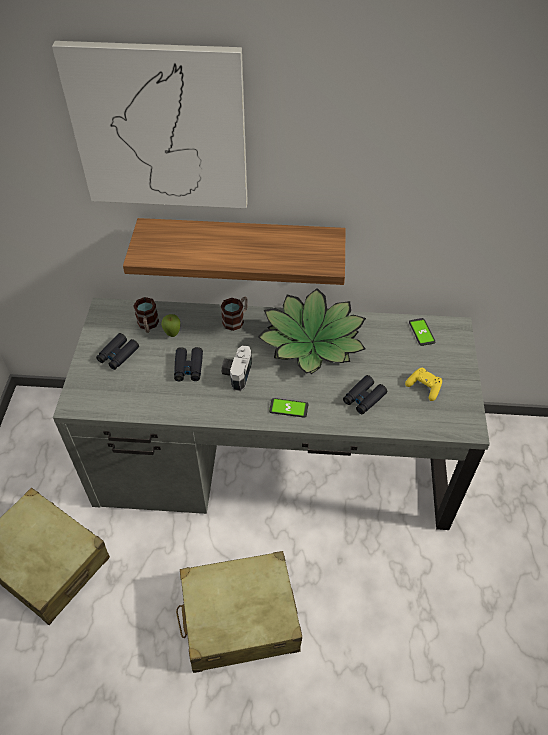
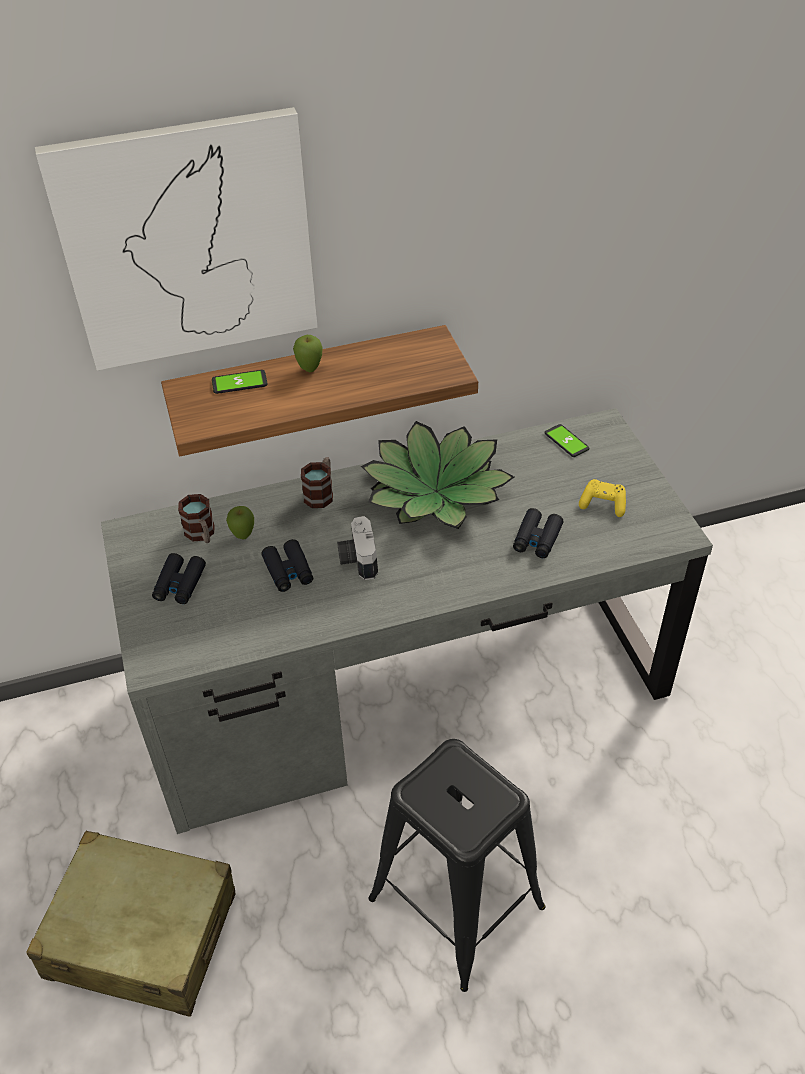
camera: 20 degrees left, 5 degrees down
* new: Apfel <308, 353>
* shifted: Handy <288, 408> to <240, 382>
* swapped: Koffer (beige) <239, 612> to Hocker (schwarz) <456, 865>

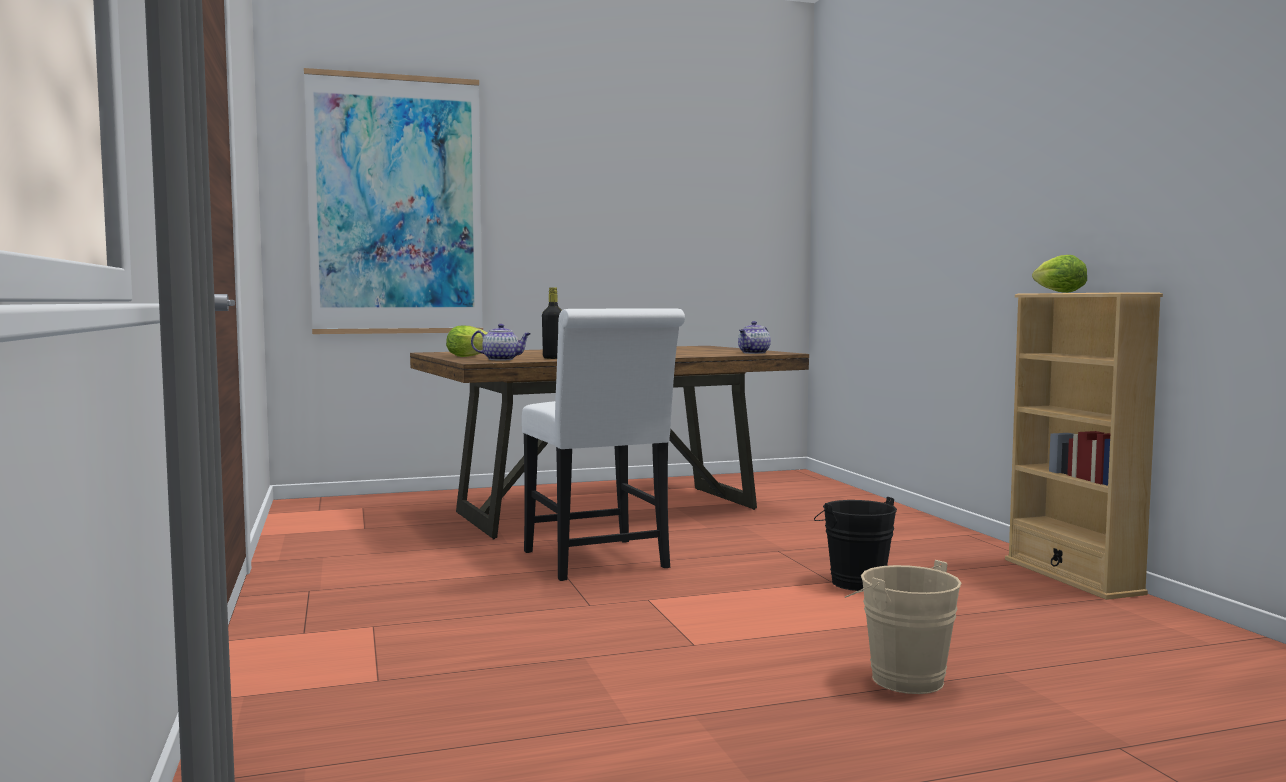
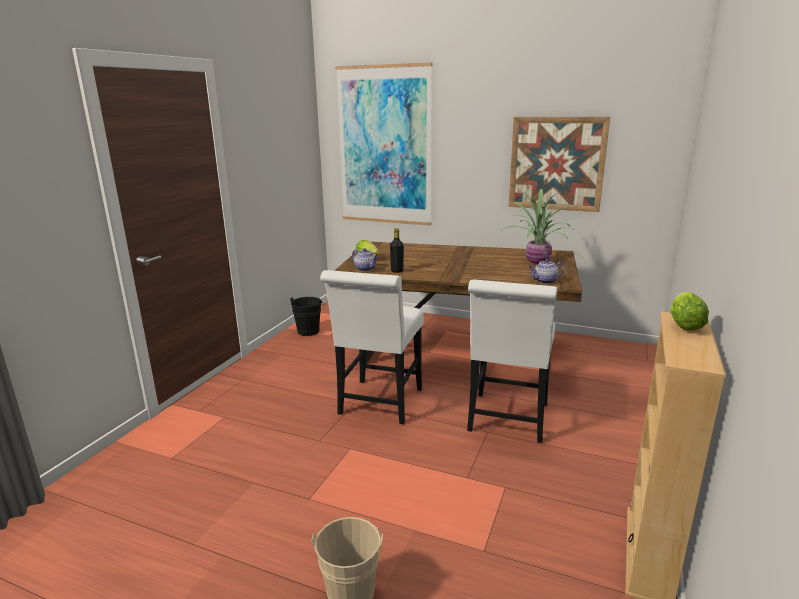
camera: 40 degrees right, 15 degrees up
* new: Stuhl (weiß) <512, 361>
* new: Topfpflanze <537, 226>
* new: Bild <559, 164>
* shifted: Eimer (schwarz) <855, 544> to <307, 316>

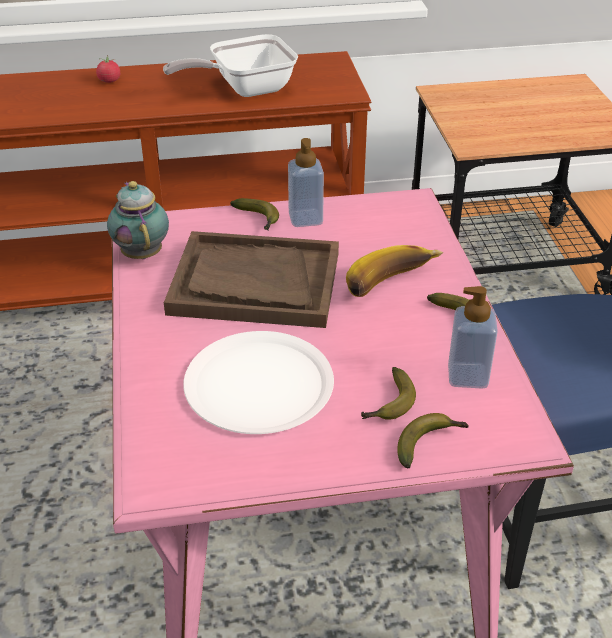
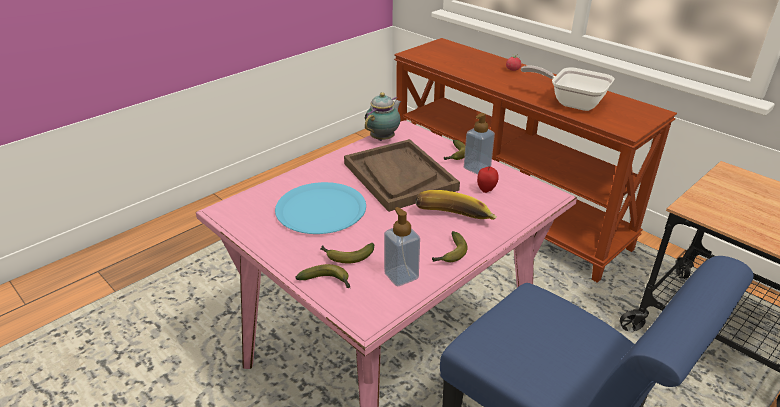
camera: 55 degrees right, 5 degrees down
* new: Apfel <488, 180>
* repainted: Teller (weiß) <258, 382> to Teller (blau) <320, 208>

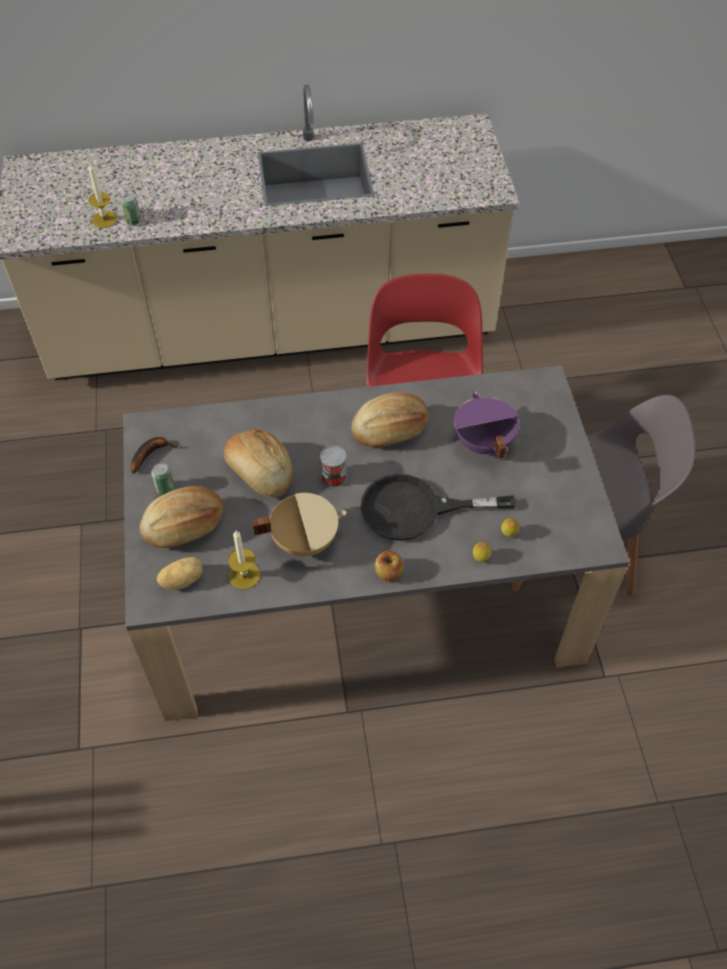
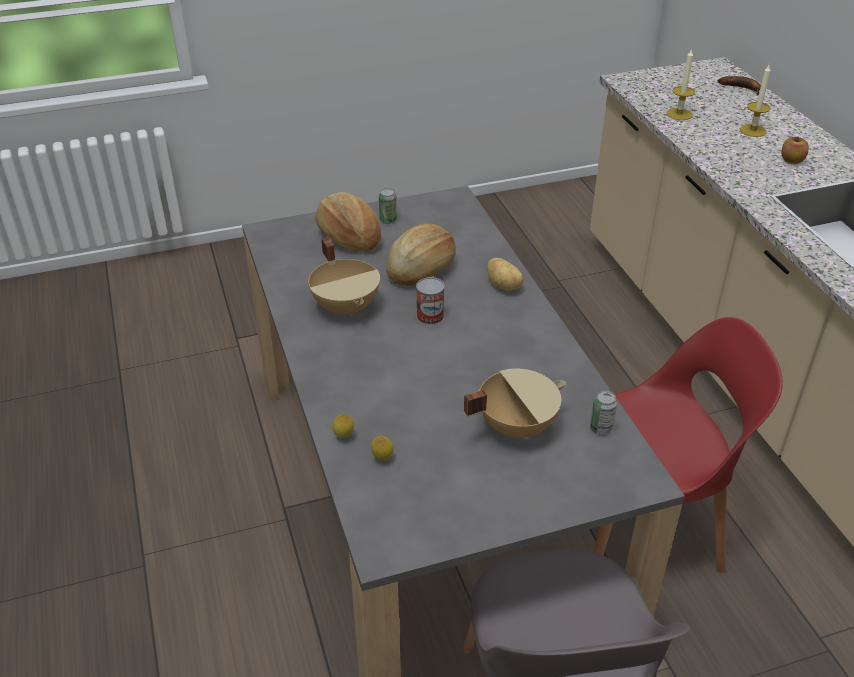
camera: 80 degrees right, 15 degrees down
* gone: Brot <390, 419>
* gone: Pfanne (schwarz) <438, 507>
* shifted: Dose <131, 209> to <603, 413>
* shifted: Banane <154, 455> to <739, 86>
* shifted: Kartoffel <179, 573> to <505, 274>
* shifted: Kerze <244, 560> to <755, 101>
* shifted: Apfel <389, 566> to <795, 150>
* repainted: Kochtopf (lila) <486, 425> to Kochtopf (beige) <515, 404>

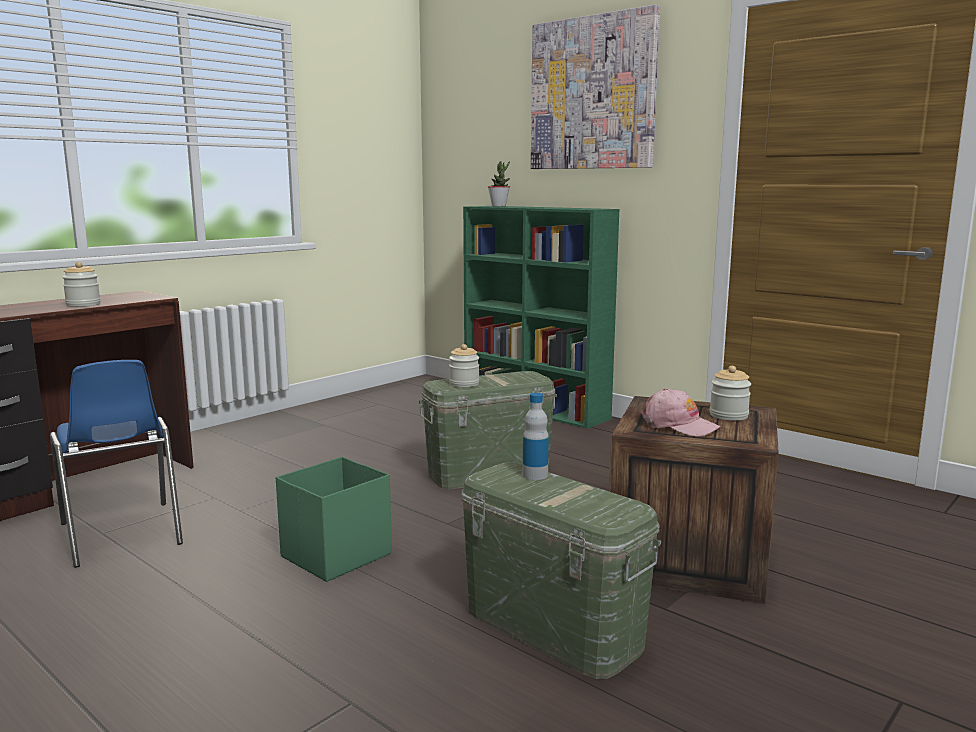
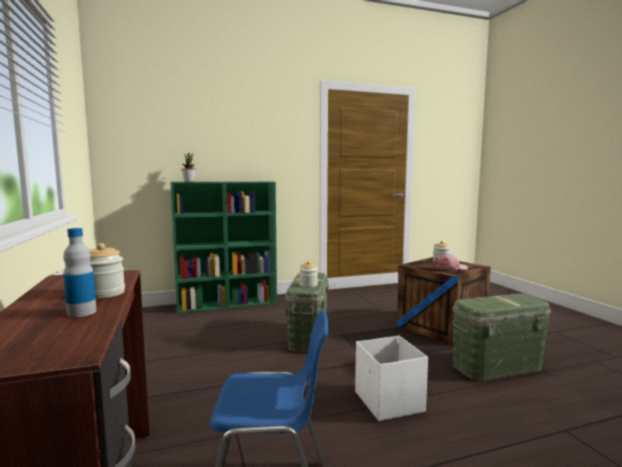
camera: 60 degrees left, 5 degrees down
* gone: Bild <595, 86>
* shifted: Flasche <536, 436> to <79, 272>
* repainted: Aufbewahrungsbox (grün) <334, 519> to Aufbewahrungsbox (weiß) <391, 378>

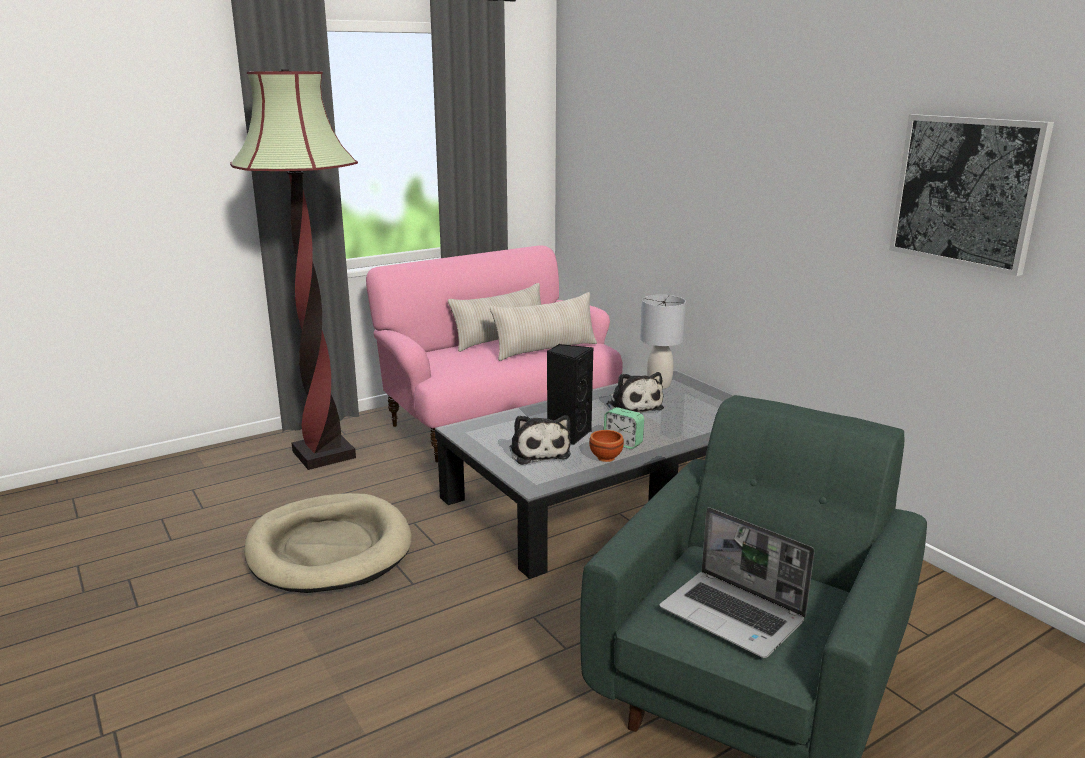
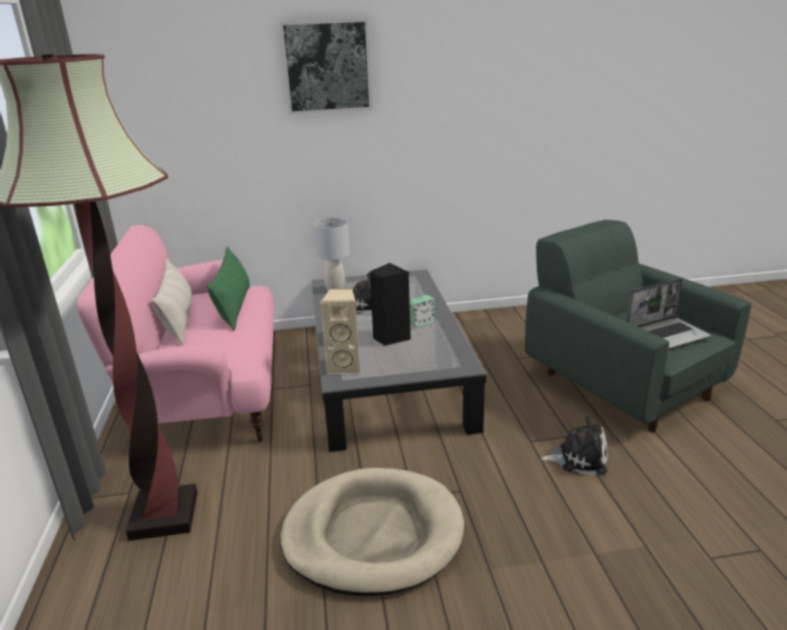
camera: 65 degrees left, 5 degrees up
* gone: Schüssel (braun) <606, 446>
* new: Lautsprecher (beige) <340, 331>
* shifted: Plüschtier <540, 440> to <574, 446>
* shifted: Bild <971, 195> to <326, 66>
* repainted: Kissen (beige) <543, 326> to Kissen (grün) <228, 289>

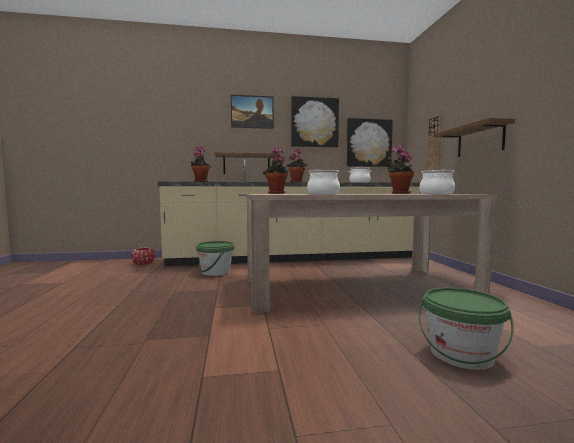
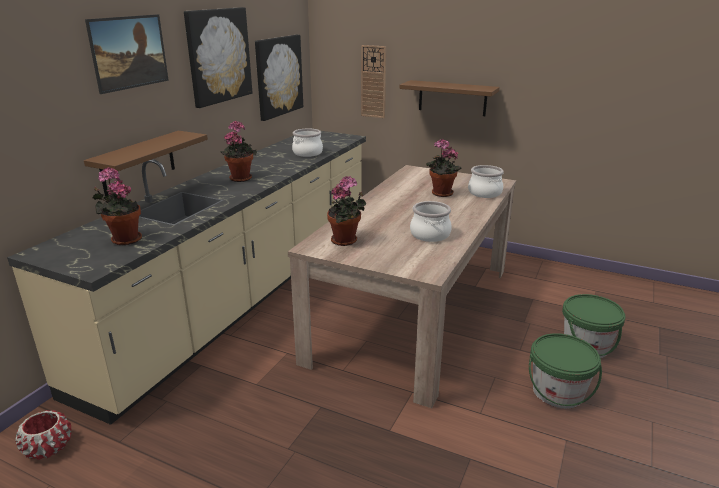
camera: 55 degrees left, 20 degrees up
* shifted: Eimer (grün) <215, 258> to <565, 371>

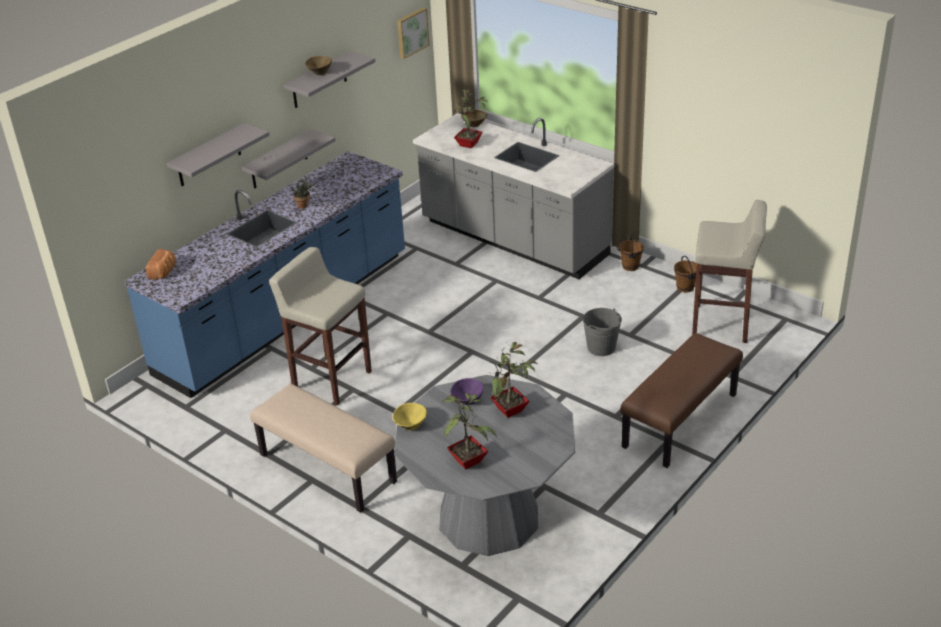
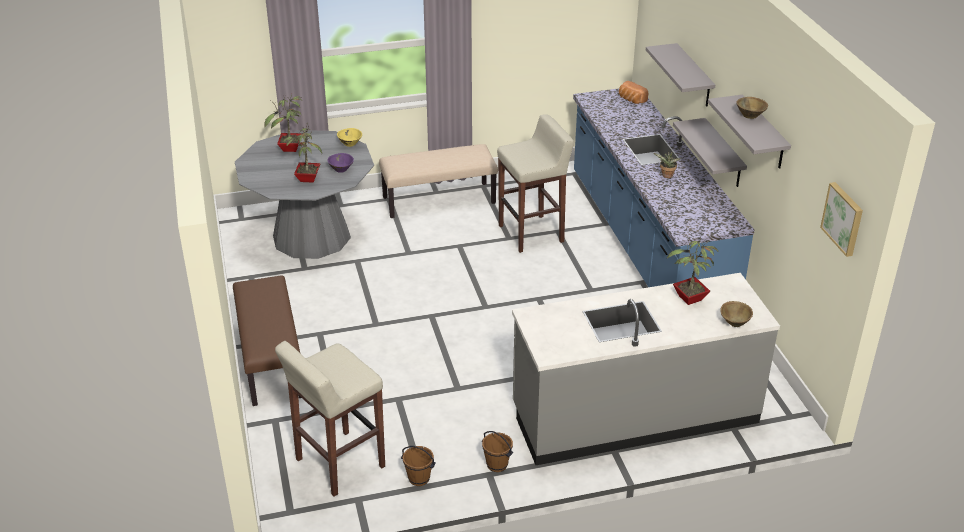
camera: 125 degrees right, 0 degrees up
* gone: Eimer (grau) <602, 332>

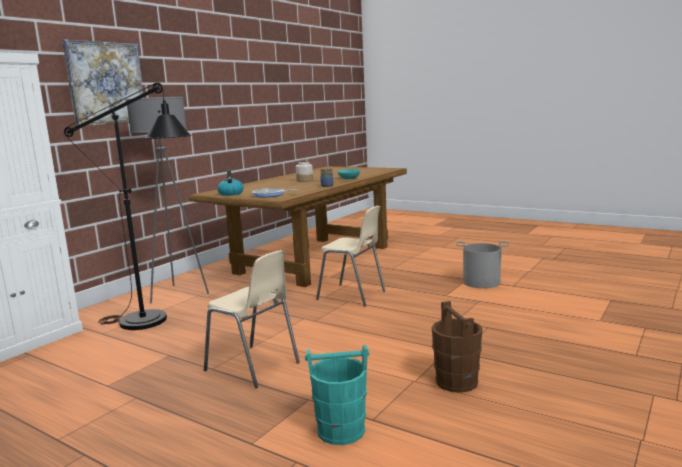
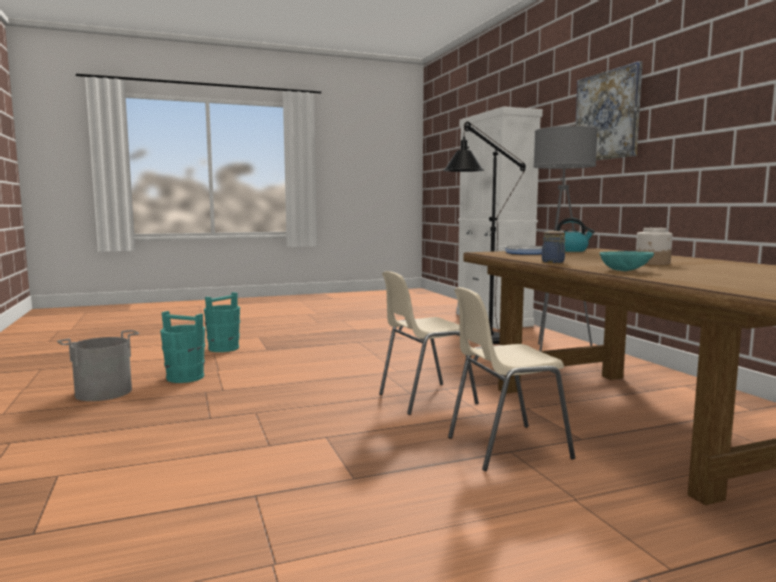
camera: 125 degrees right, 5 degrees down
* shifted: Stuhl (beige) <252, 319> to <511, 379>
* shifted: Eimer (grau) <482, 264> to <98, 365>
* repainted: Eimer (braun) <457, 347> to Eimer (türkis) <182, 347>

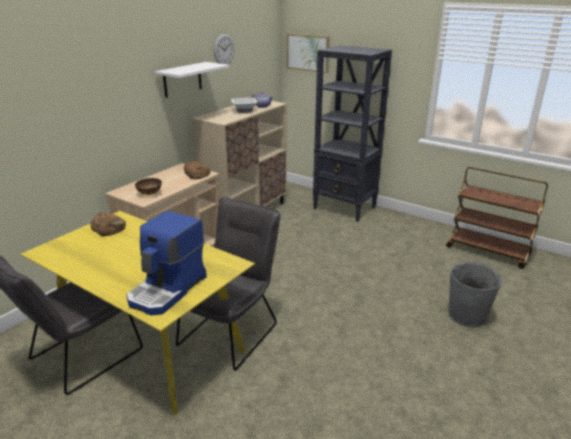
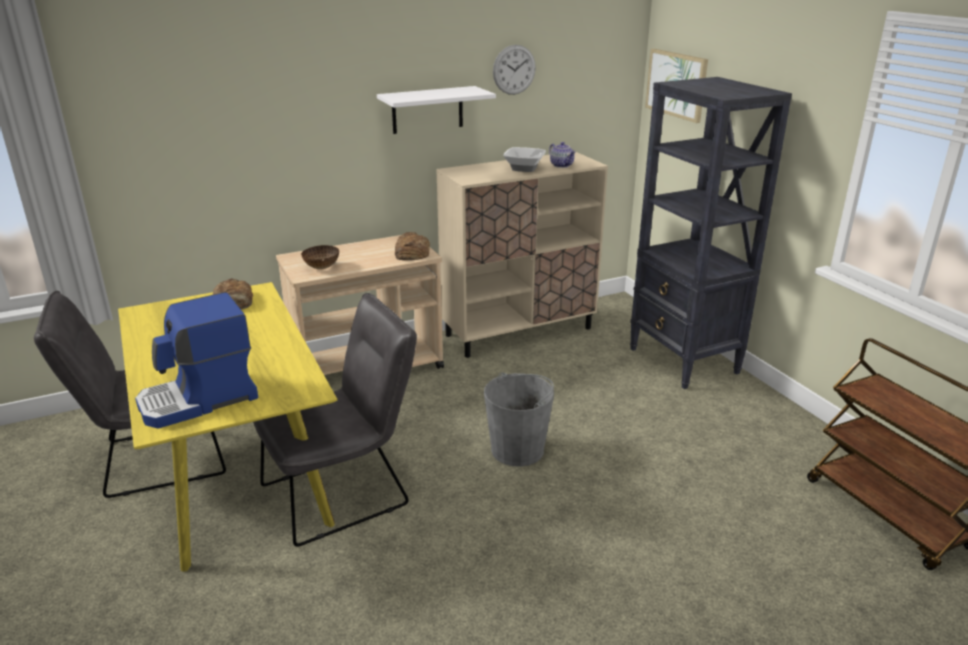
camera: 30 degrees right, 0 degrees up
* shifted: Eimer (grau) <475, 294> to <519, 420>

